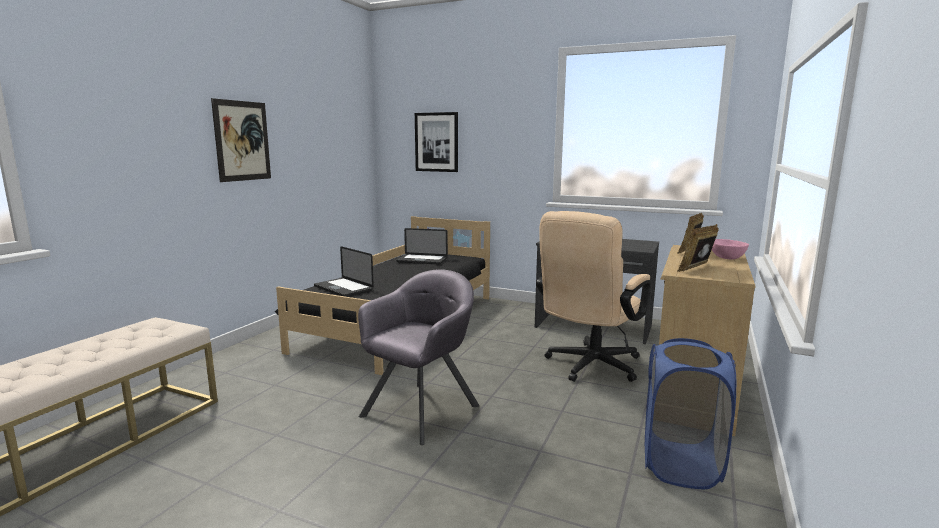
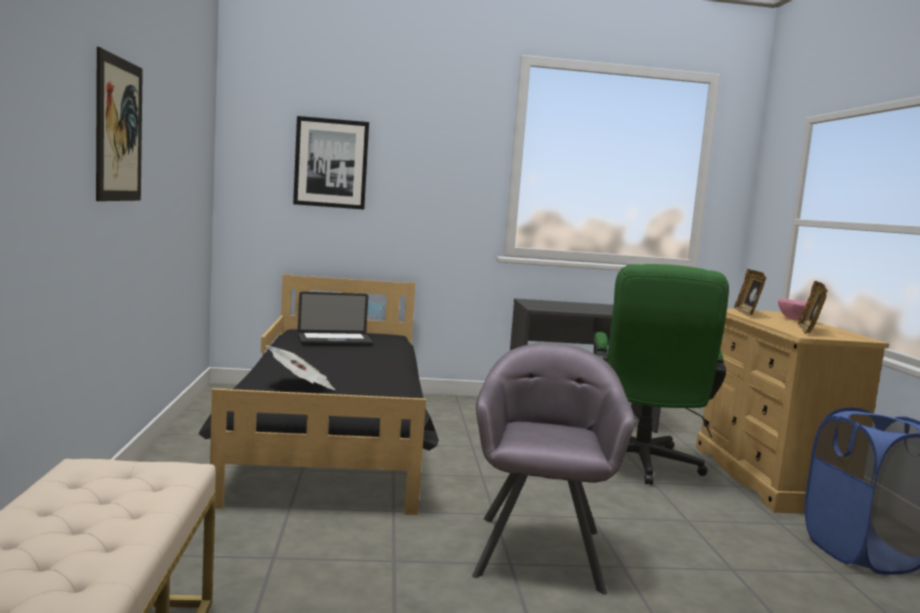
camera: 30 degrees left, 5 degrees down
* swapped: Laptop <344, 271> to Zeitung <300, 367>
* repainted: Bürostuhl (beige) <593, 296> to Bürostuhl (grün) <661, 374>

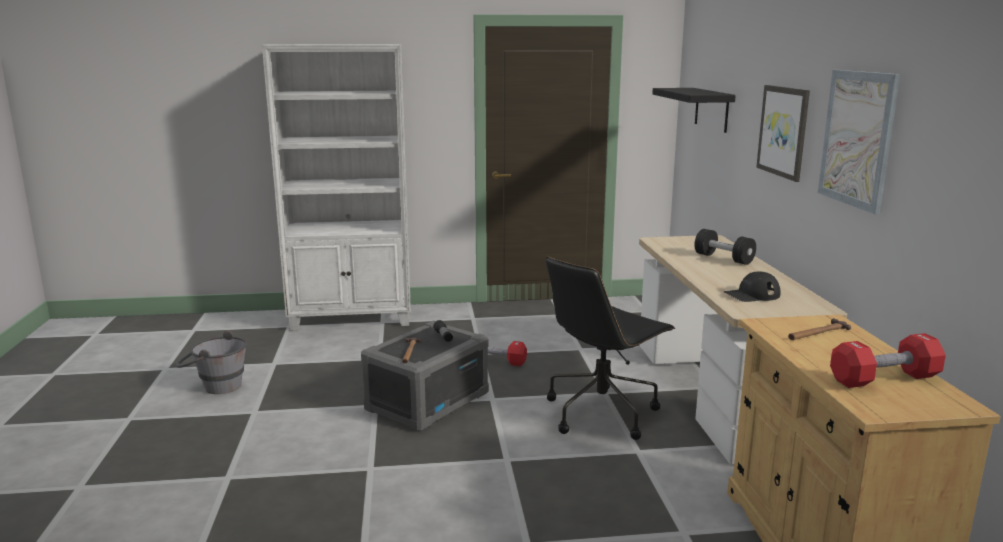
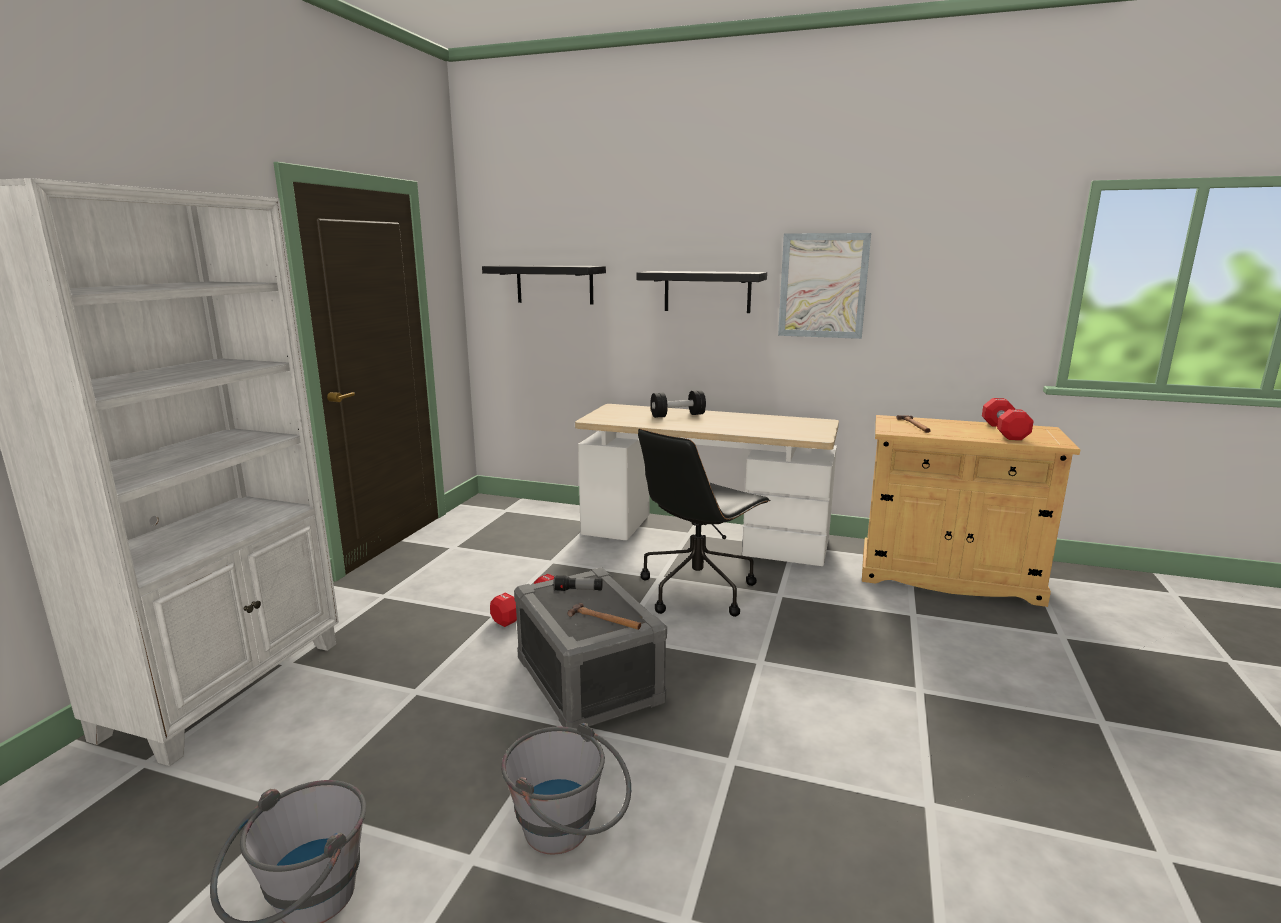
camera: 65 degrees left, 0 degrees up
* gone: Kappe (schwarz) <752, 286>
* new: Eimer (grau) <566, 789>
* swapped: Bild <783, 133> to Wandregal (schwarz) <702, 292>
* rotated: Bürostuhl (schwarz) <610, 348> = <704, 523> 60 degrees clockwise

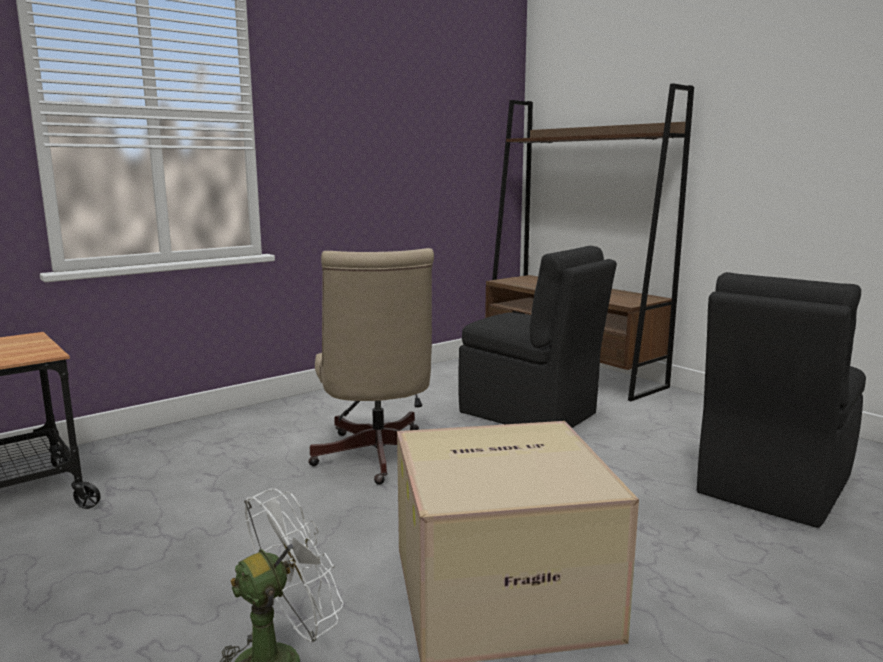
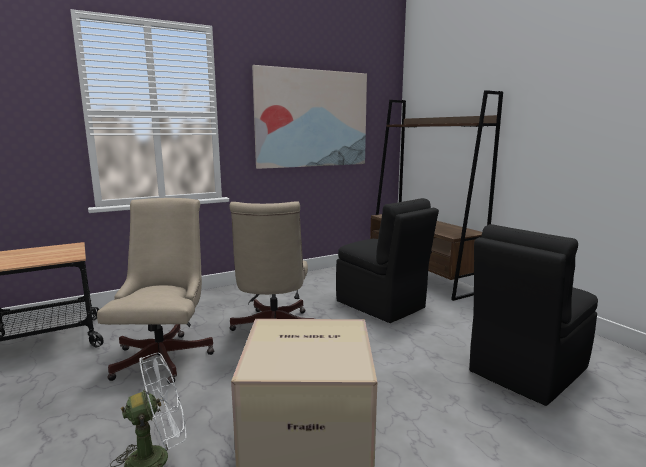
camera: 10 degrees right, 0 degrees up
* new: Bürostuhl (beige) <155, 291>
* new: Bild <309, 117>

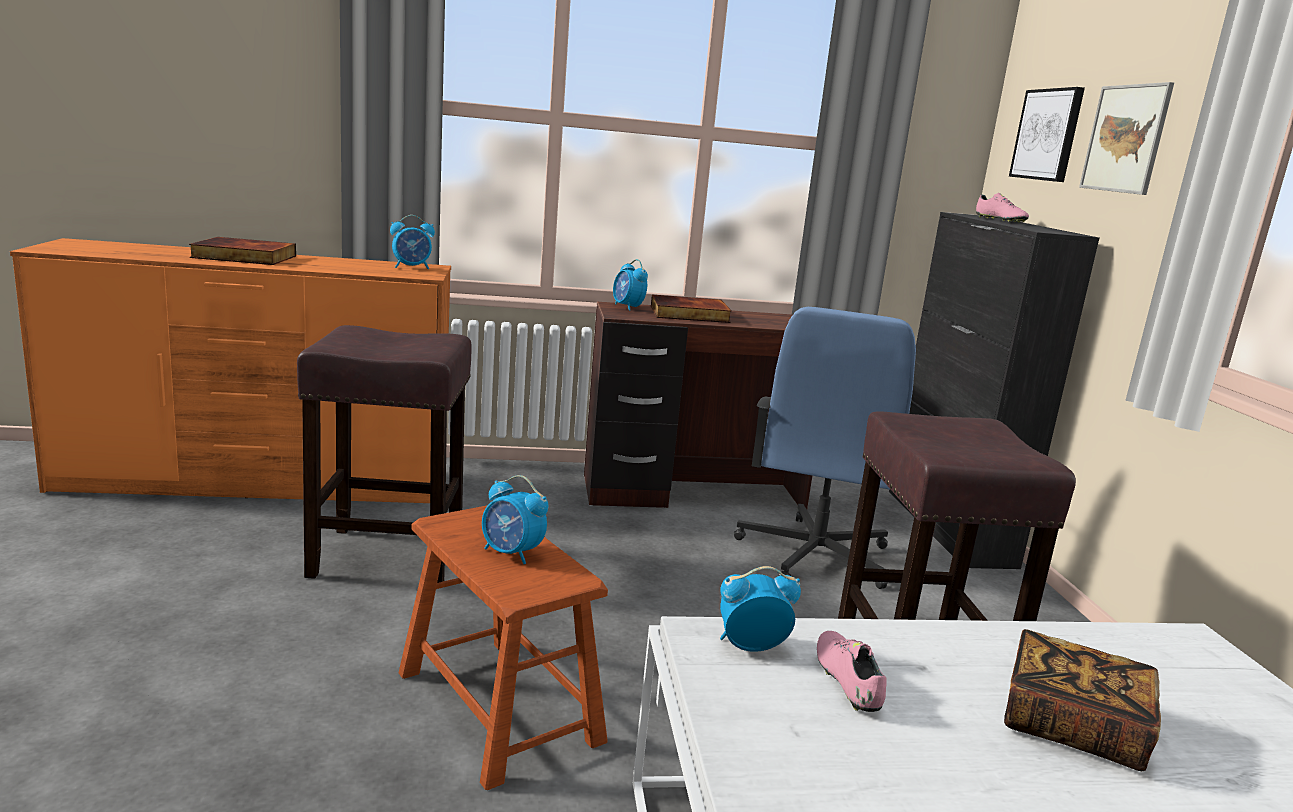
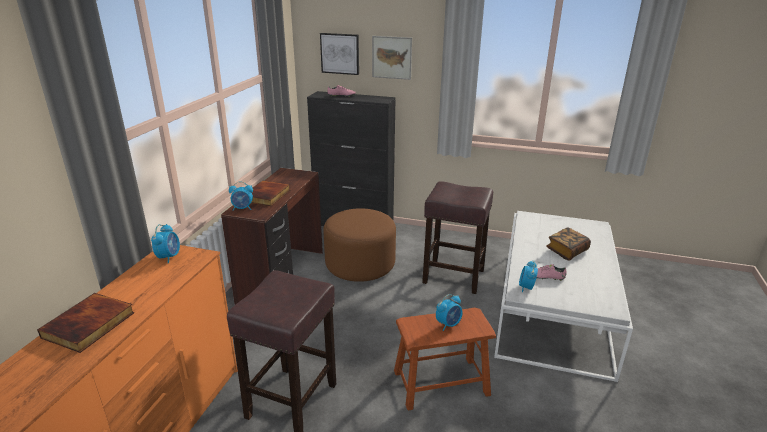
camera: 65 degrees left, 10 degrees up
* swapped: Bürostuhl (blau) <825, 448> to Polsterhocker (braun) <359, 245>

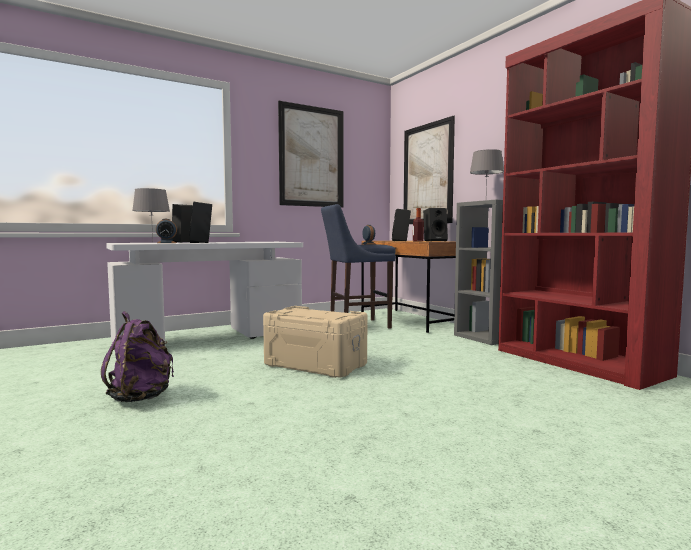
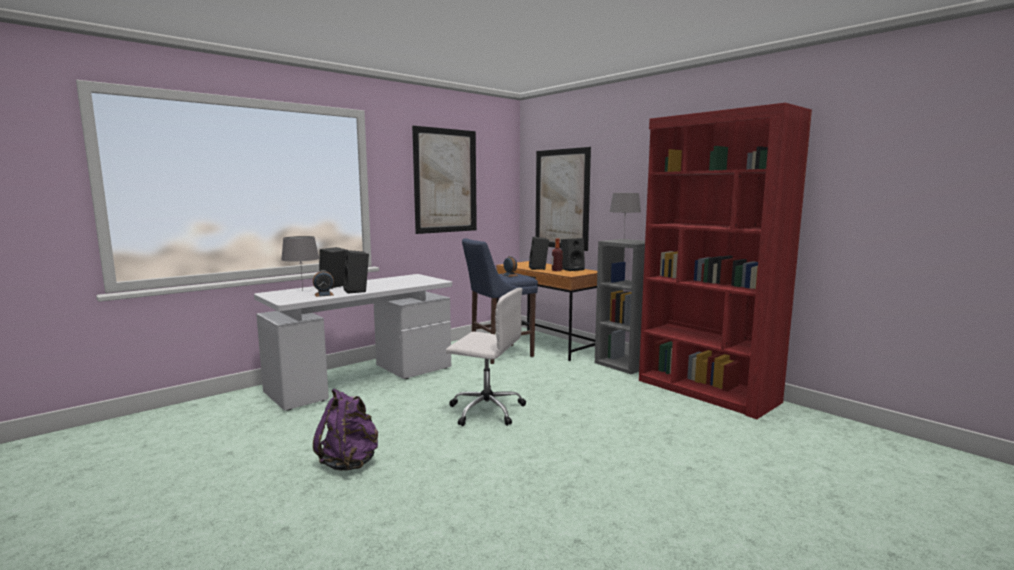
camera: 10 degrees left, 5 degrees up
* swapped: Aufbewahrungsbox (beige) <315, 342> to Bürostuhl (weiß) <486, 357>

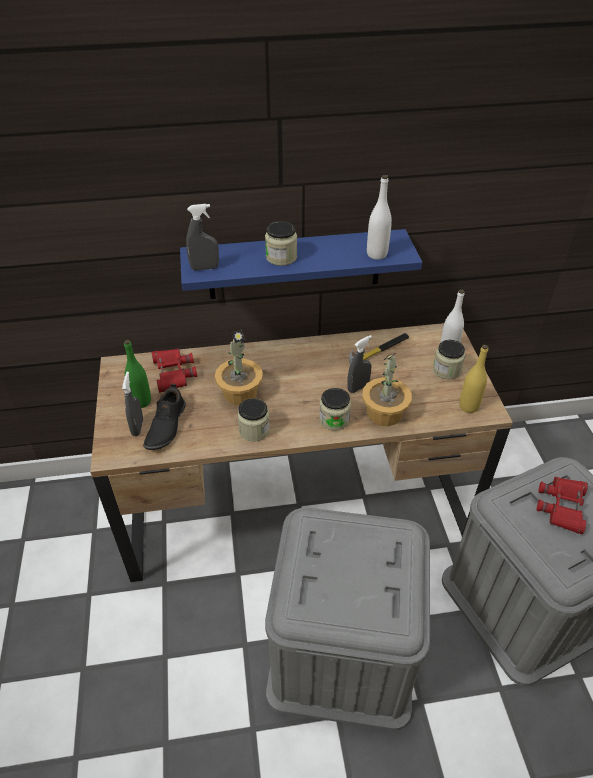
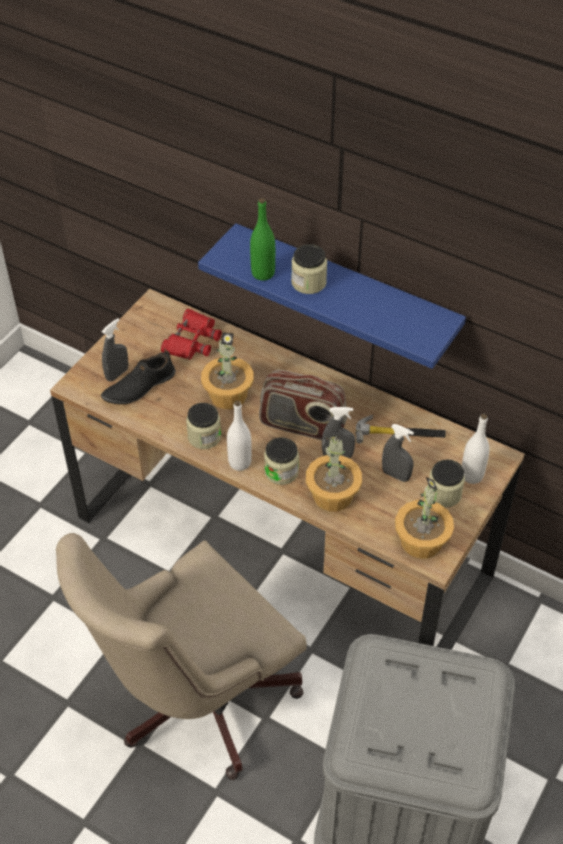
camera: 40 degrees right, 5 degrees up
* gone: Fernglas (rot) <562, 505>
* new: Radio <303, 405>
* shifted: Flasche (grün) <137, 374> to <262, 239>
* shifted: Sprühflasche (grau) <202, 237> to <398, 453>
* shifted: Flasche (weiß) <379, 217> to <239, 436>
* swapped: Aufbewahrungsbox (grau) <347, 619> to Bürostuhl (beige) <181, 656>
* swapped: Flasche (gelb) <473, 379> to Topfpflanze <424, 518>

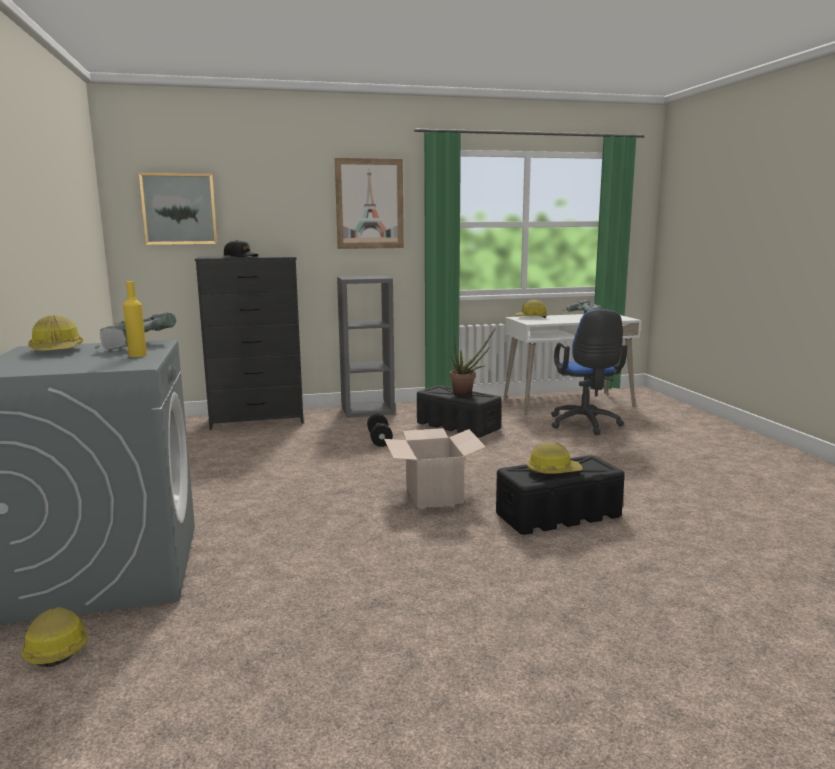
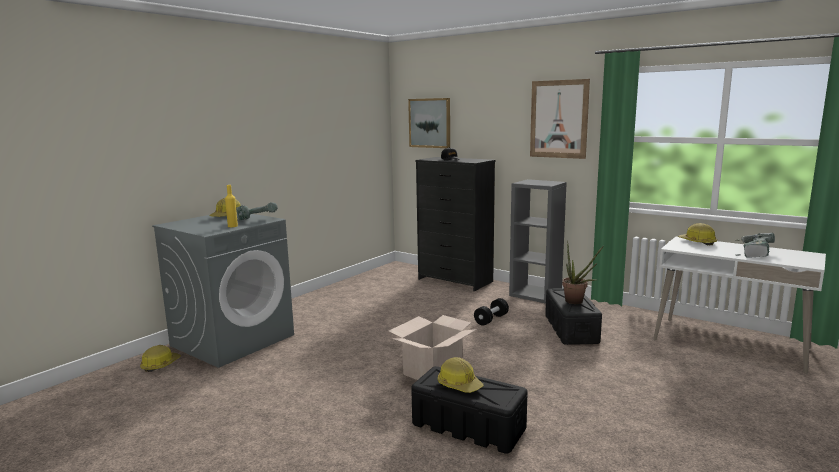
camera: 50 degrees right, 0 degrees up
* gone: Bürostuhl (blau) <589, 372>

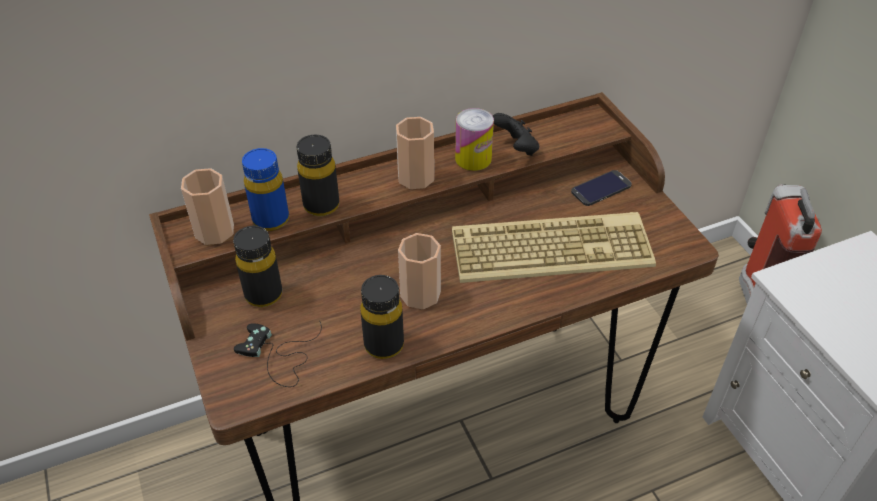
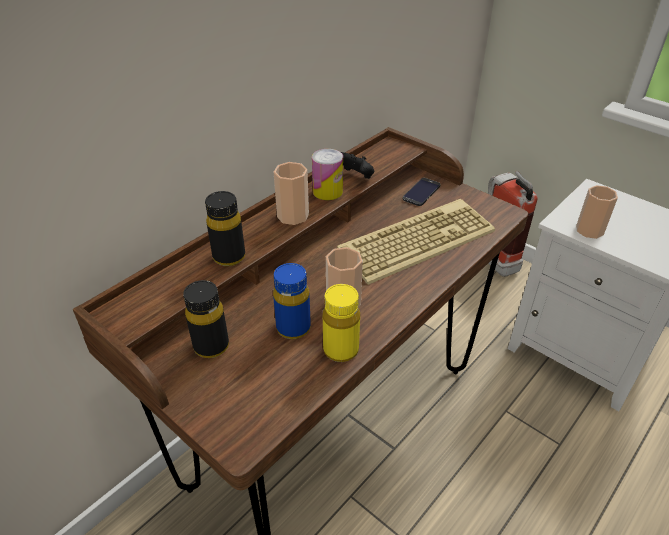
camera: 25 degrees left, 5 degrees down
* gone: Gamepad (schwarz) <278, 353>
* shifted: Tasse <207, 206> to <597, 212>
* shifted: Flasche (blau) <265, 189> to <292, 301>
* repainted: Flasche (schwarz) <382, 317> to Flasche (gelb) <341, 323>

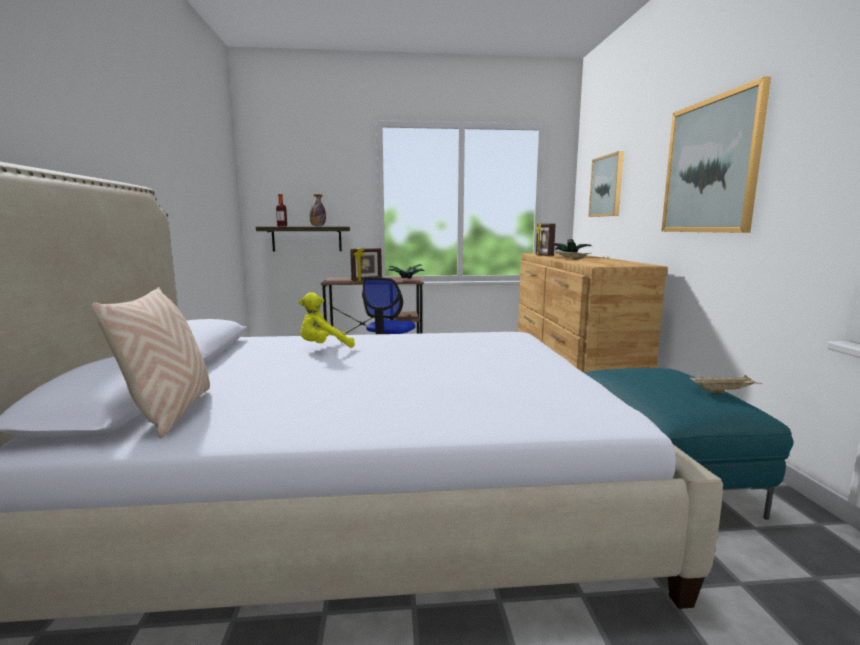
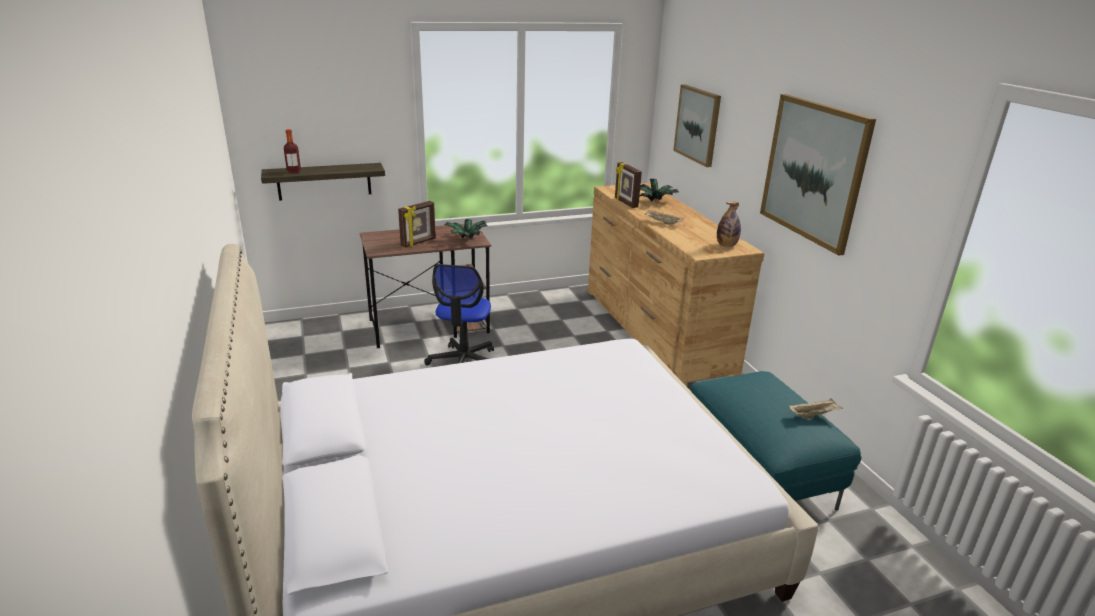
camera: 15 degrees left, 15 degrees up
* gone: Kissen (beige) <150, 363>
* gone: Plüschtier (gelb) <327, 320>
* shifted: Flasche <318, 210> to <729, 224>

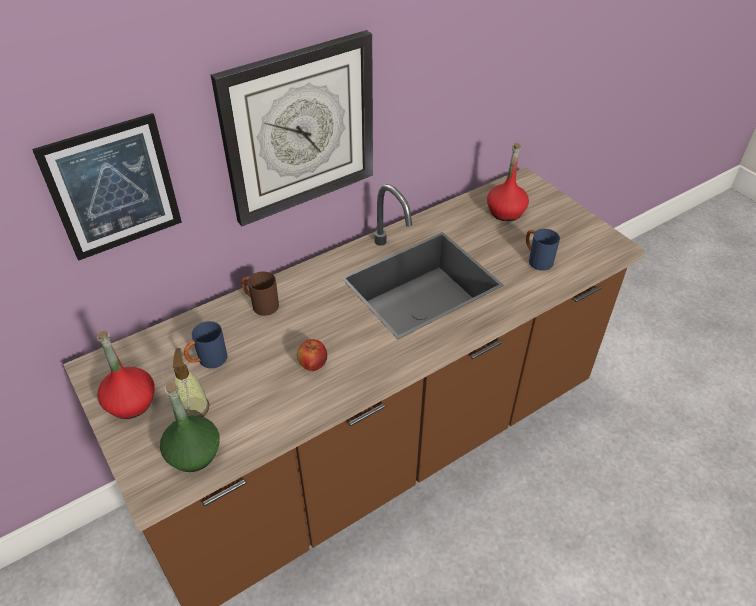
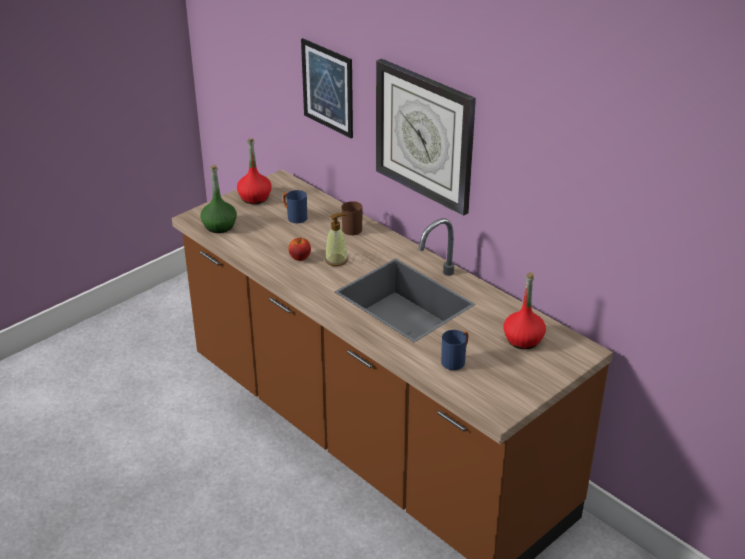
camera: 80 degrees right, 10 degrees down
* shifted: Seifenspender <191, 382> to <336, 239>

